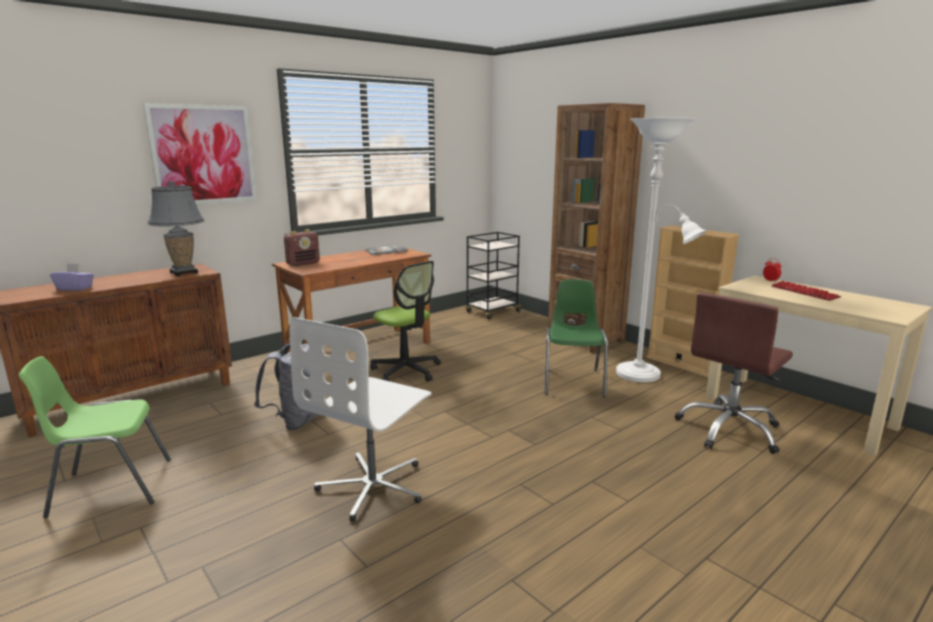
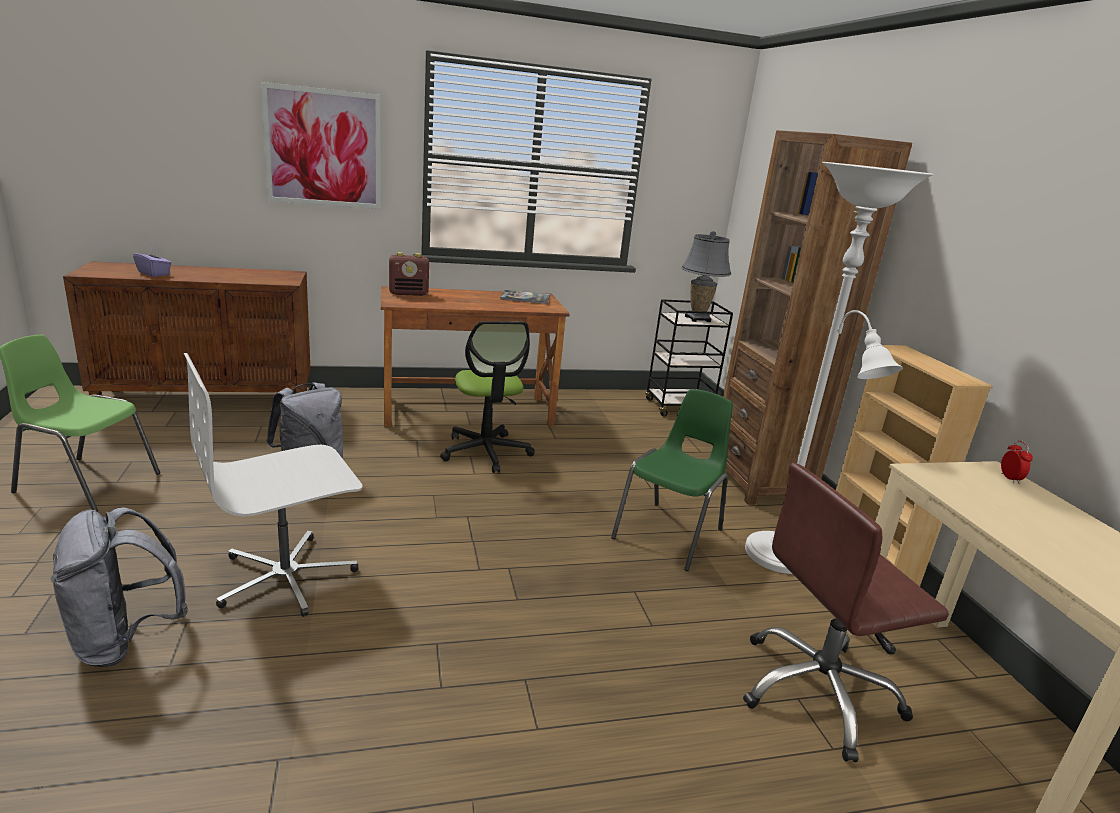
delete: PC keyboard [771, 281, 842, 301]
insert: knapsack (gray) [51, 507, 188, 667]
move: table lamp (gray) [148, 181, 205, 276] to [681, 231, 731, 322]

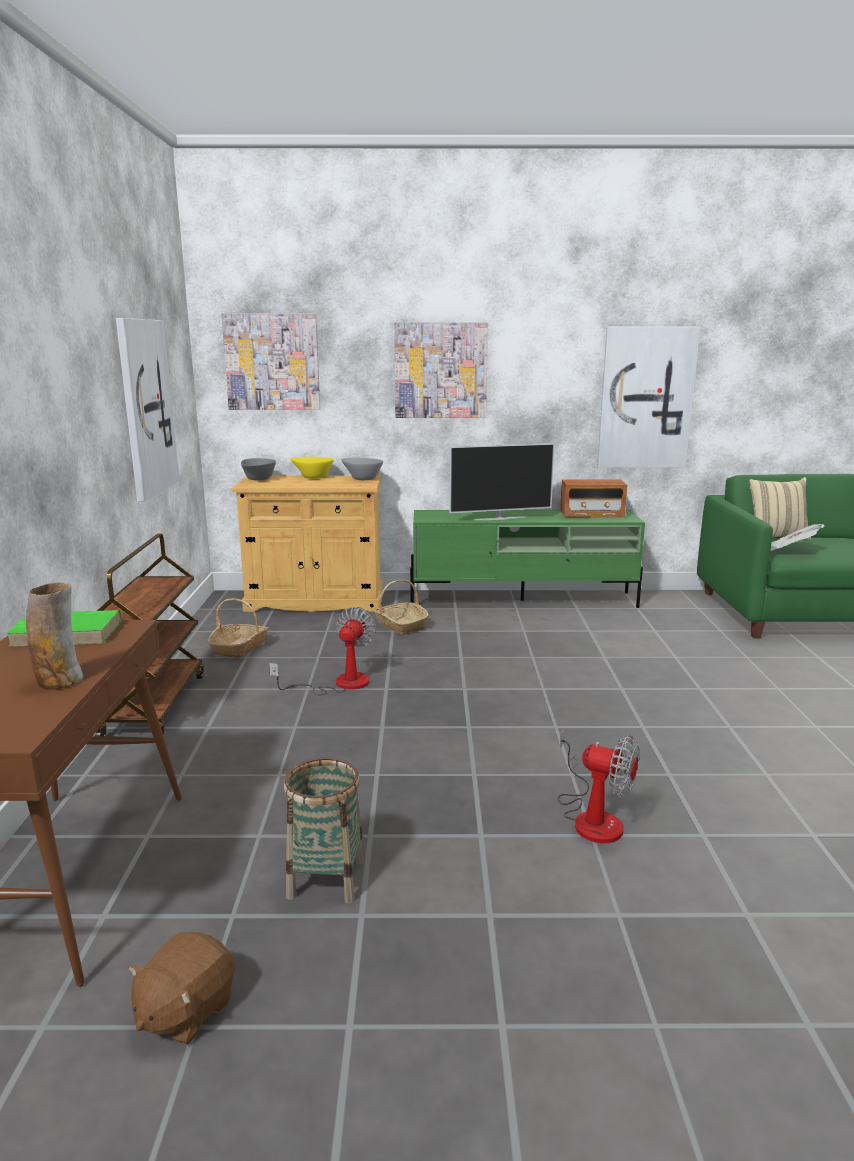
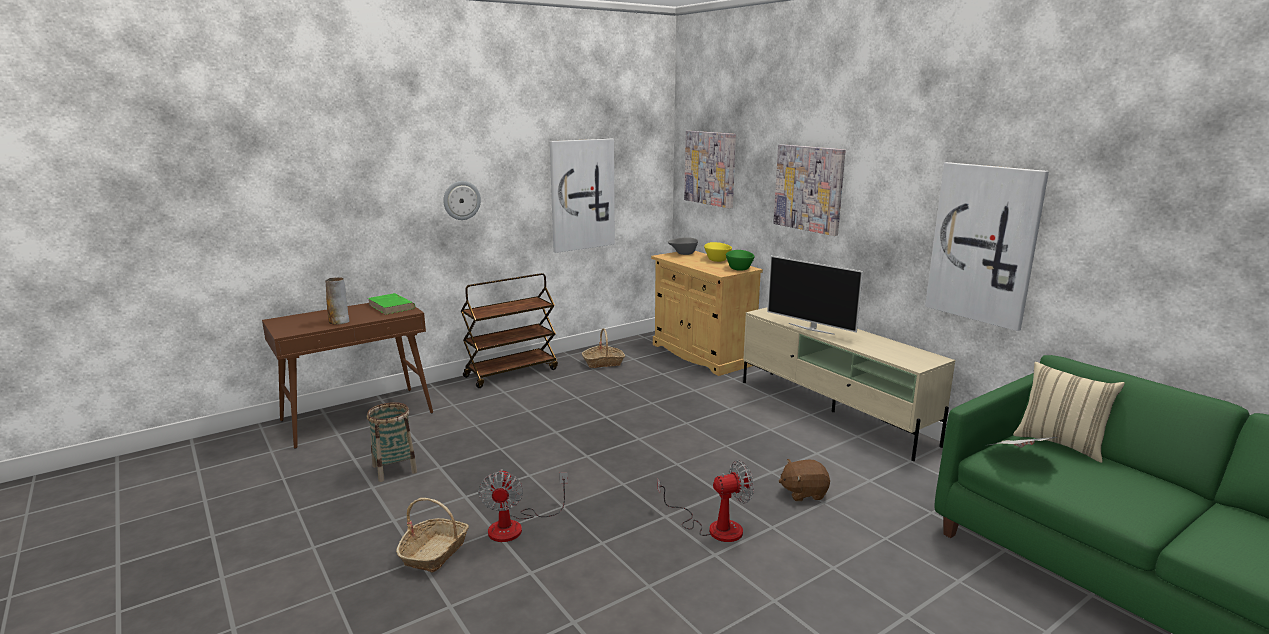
delete: radio set [560, 479, 627, 518]
insert: hanging clock [443, 181, 481, 220]
move: plush toy (brown-coloured) [128, 932, 235, 1044] to [779, 459, 830, 501]; cooling fan [269, 607, 376, 695] to [657, 460, 754, 542]; household basket [374, 580, 429, 635] to [396, 498, 469, 572]
recolor: bowl (gray) [341, 458, 383, 480] to bowl (green-coloured) [726, 250, 755, 271]; media console (green-coloured) [410, 510, 645, 608] to media console (sand-coloured) [743, 307, 955, 461]

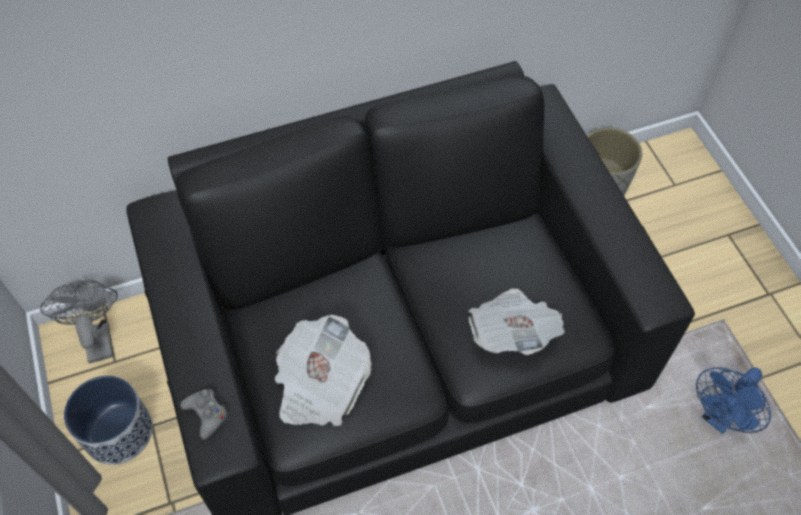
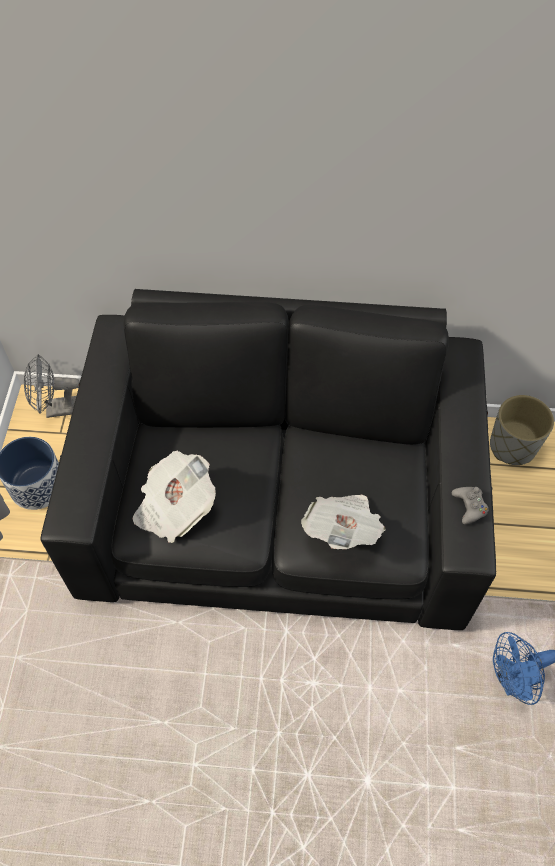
move: joypad (gray) [180, 389, 229, 440] to [452, 487, 488, 524]
rotate: cooling fan (gray) [40, 280, 118, 363] = [24, 354, 80, 418] 105 degrees counterclockwise

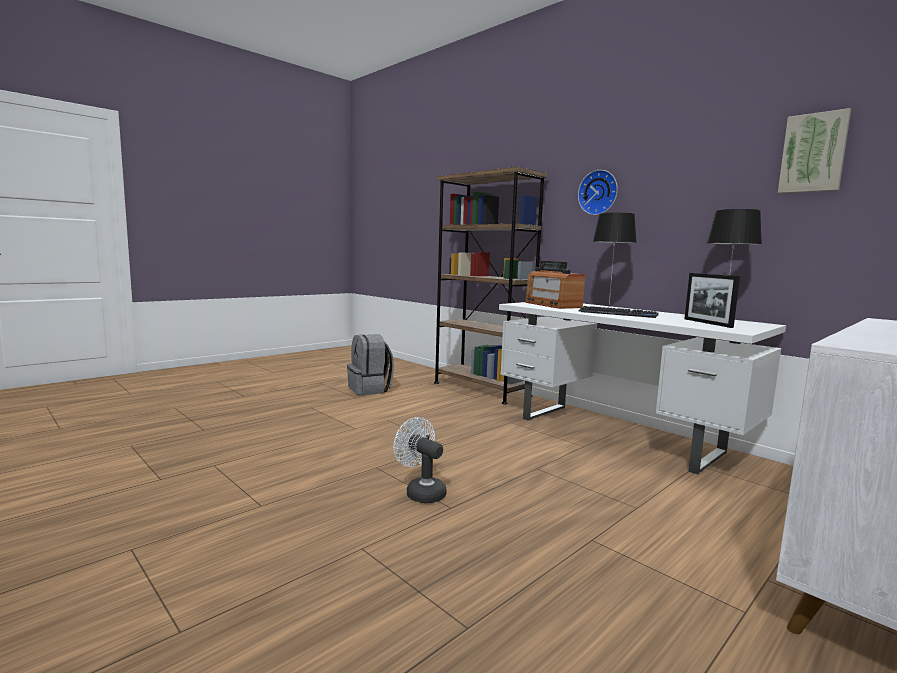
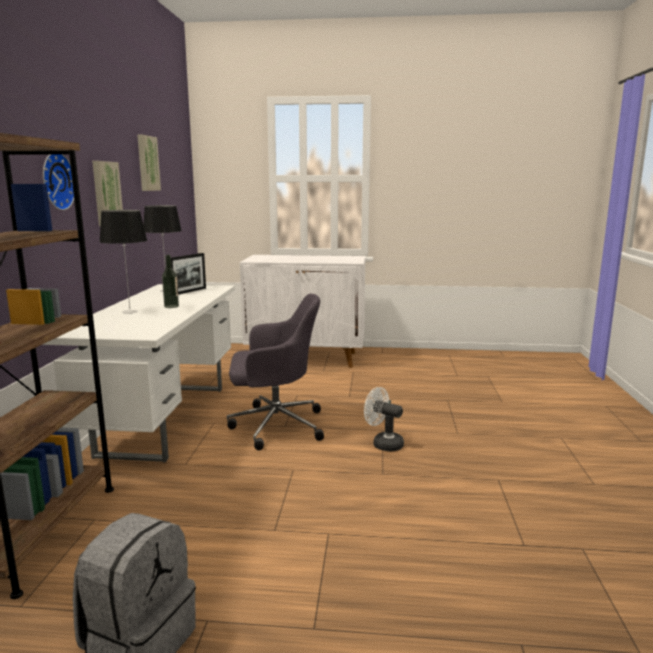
delete: radio set [525, 261, 585, 309]
insert: wall art [92, 161, 123, 226]; office chair (gray) [227, 294, 324, 450]
replace: PC keyboard [579, 306, 658, 318] to drink bottle [162, 255, 179, 308]
rotate: cooling fan (whitish) [393, 417, 446, 503] = [364, 387, 404, 452] 120 degrees clockwise

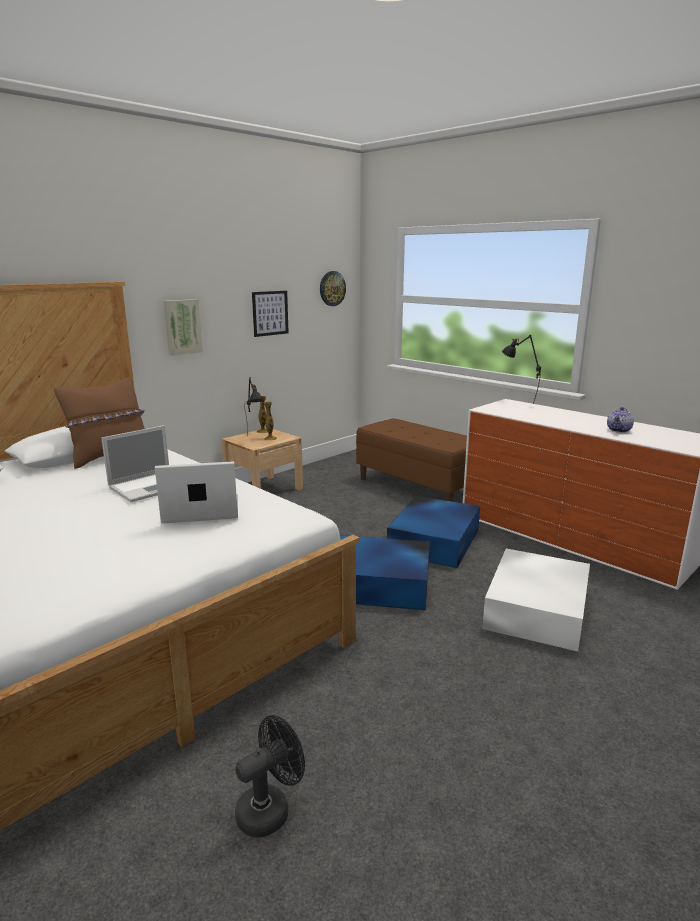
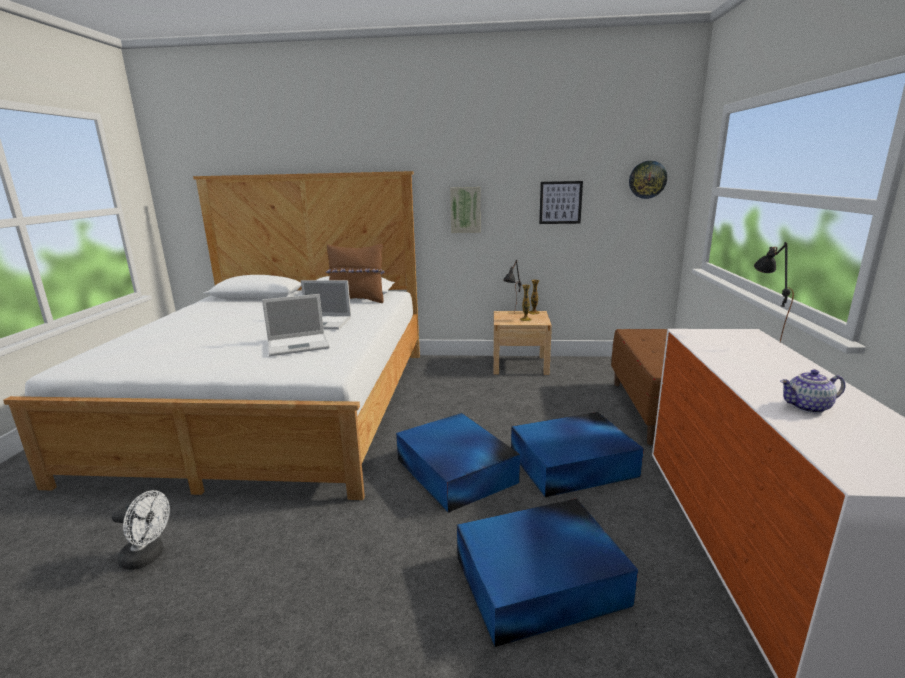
recolor: cooling fan (black) [235, 715, 305, 837] to cooling fan (whitish) [112, 490, 170, 570]; storage box (whitish) [482, 548, 590, 652] to storage box (blue-coloured) [457, 498, 638, 647]
rotate: portable computer [155, 461, 238, 524] = [262, 294, 329, 356] 120 degrees clockwise

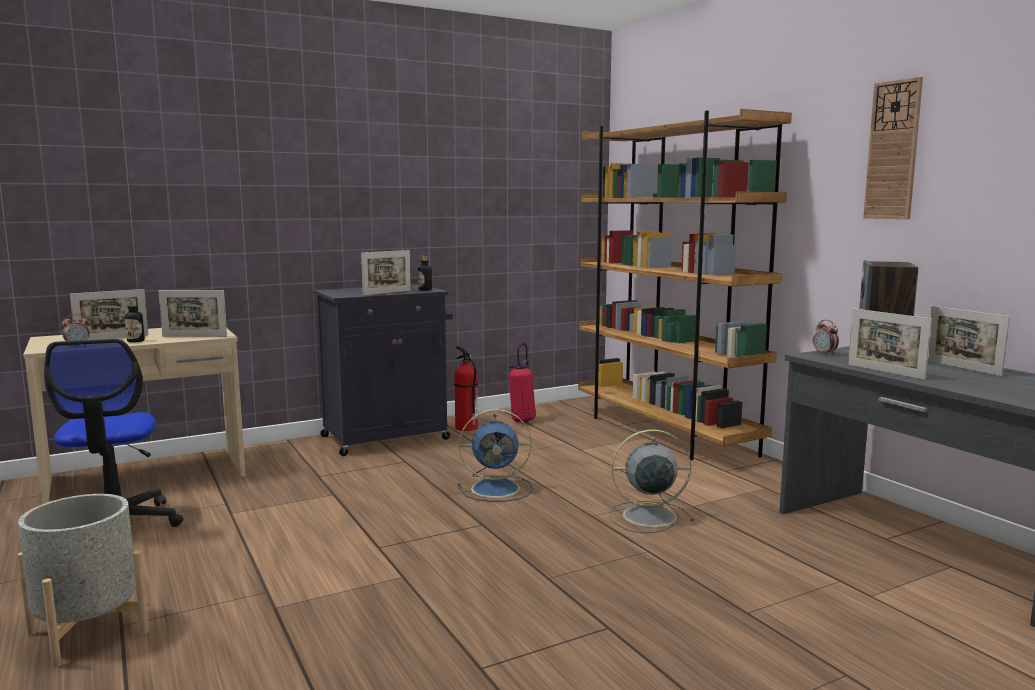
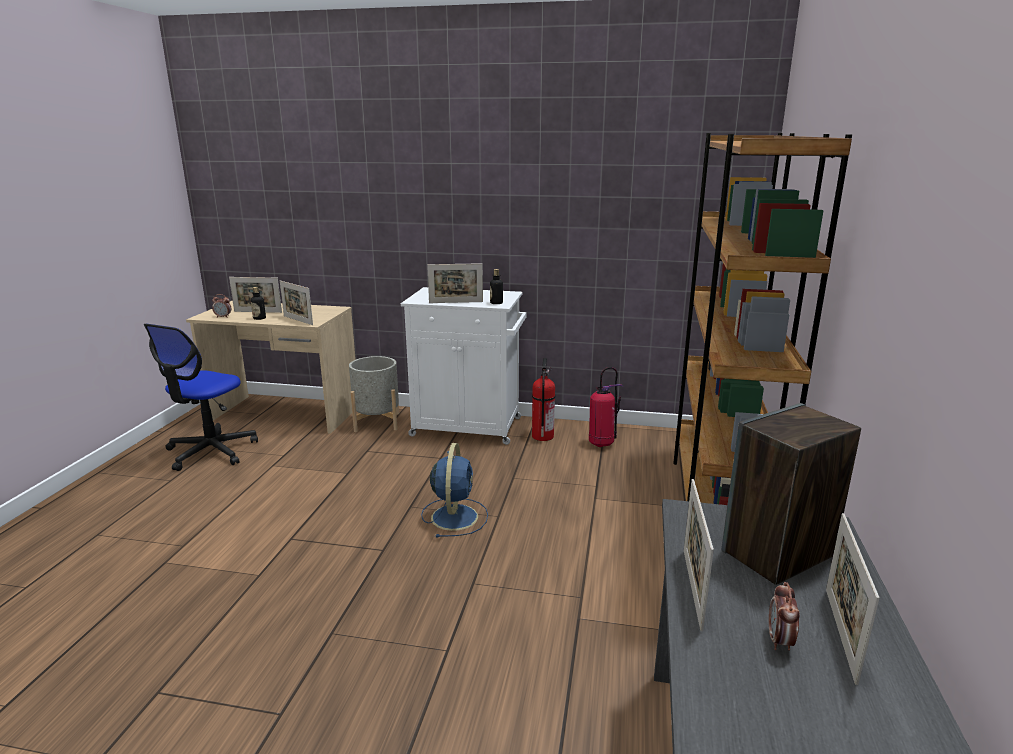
delete: cooling fan (gray) [609, 430, 694, 533]; hanging clock [863, 77, 923, 219]
move: planter (gray) [17, 494, 149, 668] to [349, 356, 399, 432]; bedside clock [813, 319, 839, 355] to [769, 582, 800, 651]
recolor: storage cabinet (black) [313, 284, 453, 456] to storage cabinet (whitish) [401, 287, 526, 445]
rotate: cooling fan (blue-coloured) [457, 409, 532, 502] = [421, 443, 488, 537] 120 degrees counterclockwise

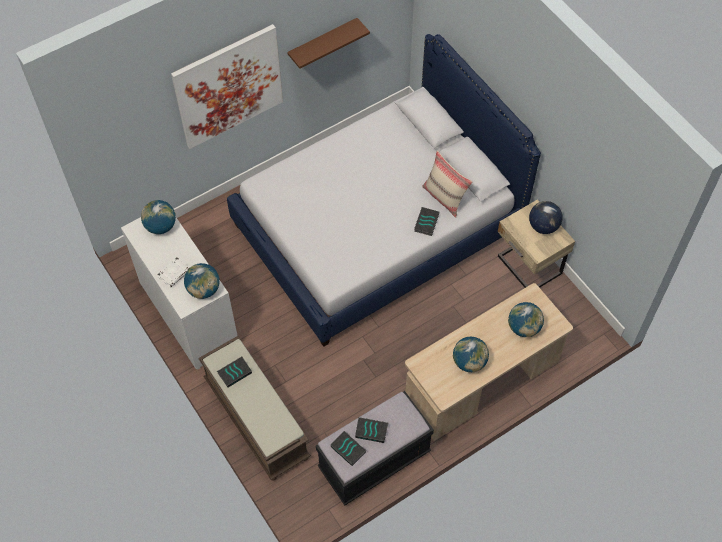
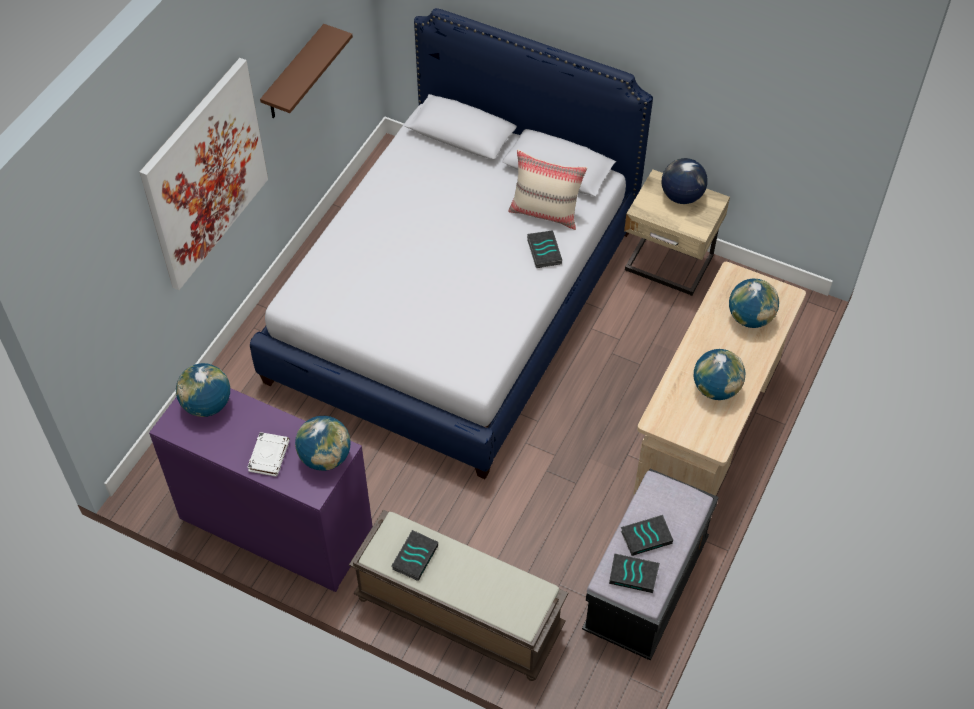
recolor: drawer chest (whitish) [121, 217, 238, 370] to drawer chest (purplish) [149, 388, 373, 592]

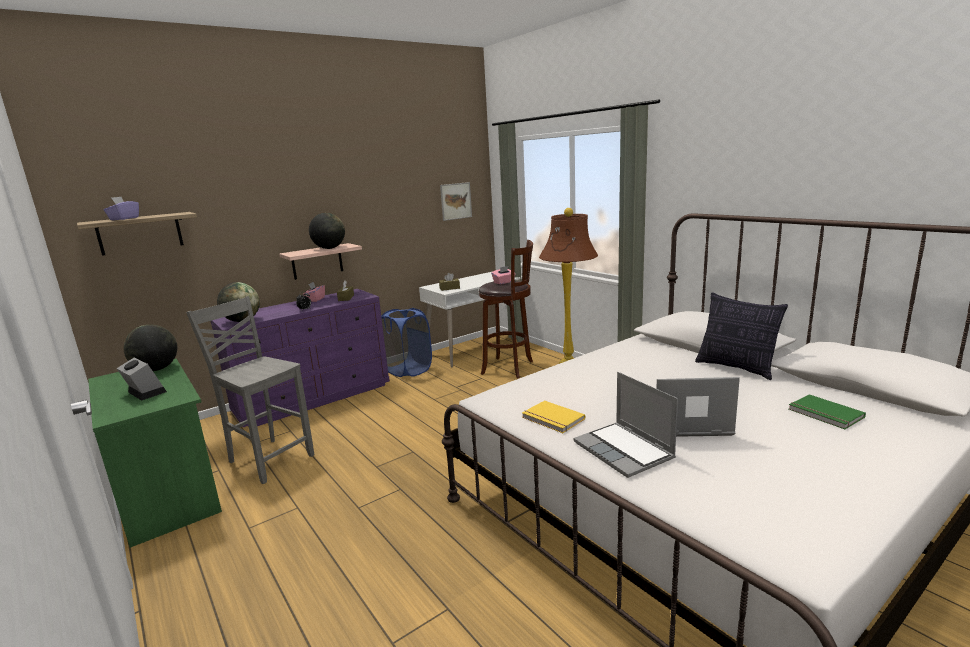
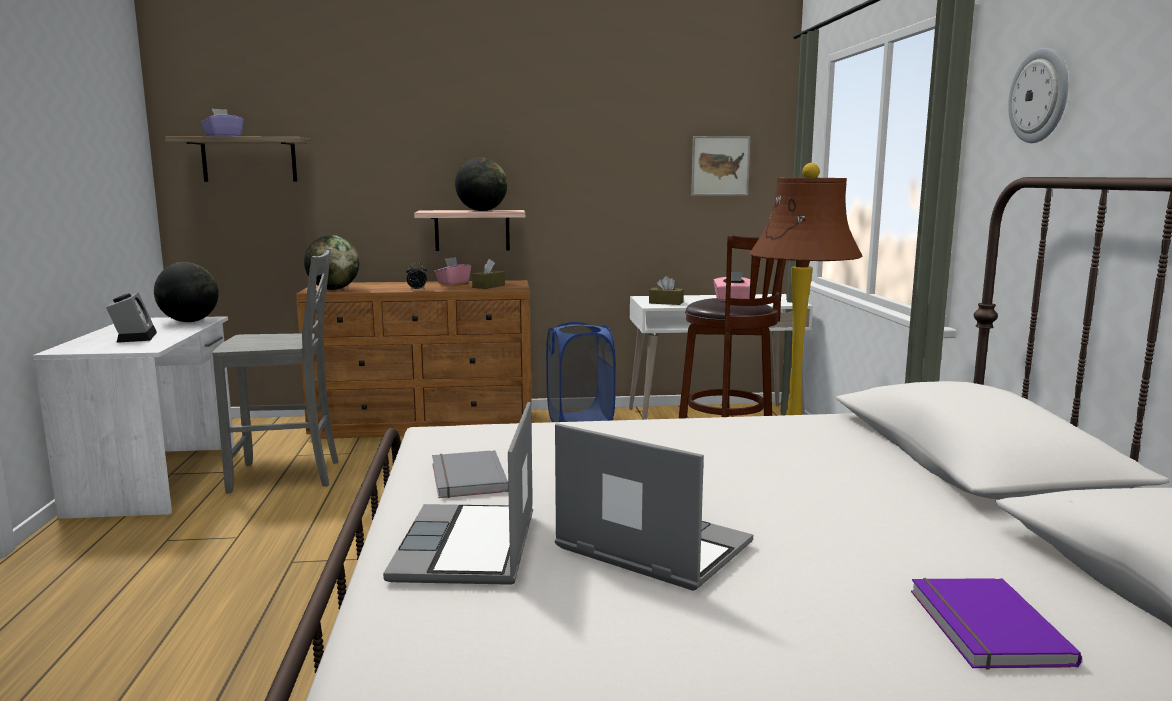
delete: pillow [695, 292, 788, 380]
insert: hanging clock [1008, 48, 1068, 143]
recolor: desk table (green-coloured) [88, 359, 222, 548] to desk table (whitish) [33, 316, 234, 519]; drawer chest (purplish) [211, 289, 390, 427] to drawer chest (brown-coloured) [296, 280, 532, 439]; bound book (yellowish) [522, 400, 585, 433] to bound book (gray) [432, 450, 508, 498]; bound book (green-coloured) [789, 394, 866, 429] to bound book (purplish) [911, 578, 1082, 669]
rotate: plain chair (gray) [186, 296, 314, 484] = [212, 248, 338, 493] 105 degrees clockwise

